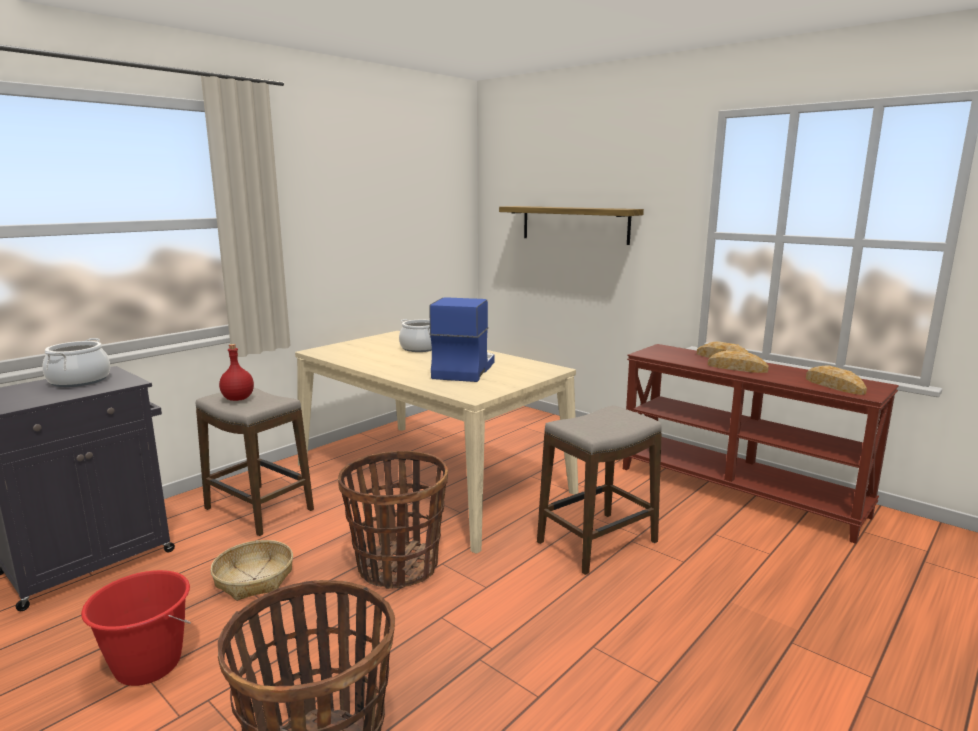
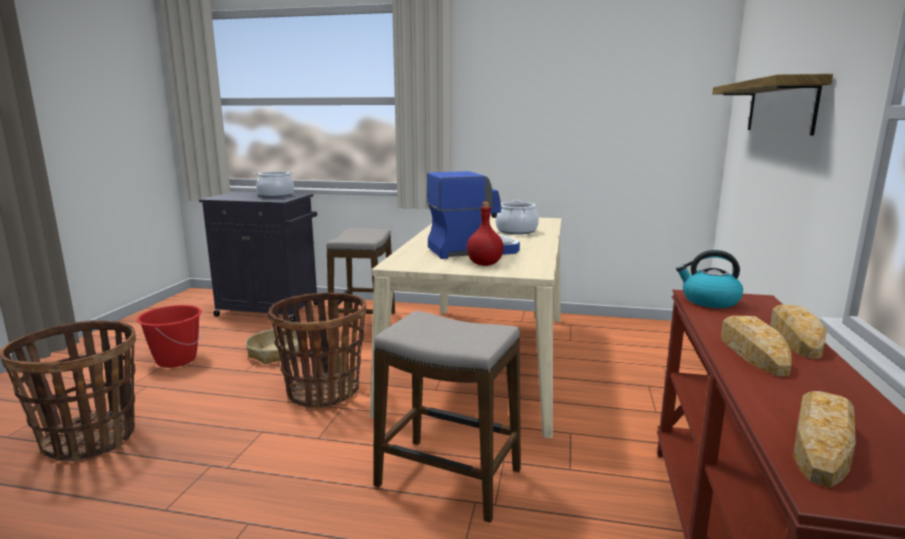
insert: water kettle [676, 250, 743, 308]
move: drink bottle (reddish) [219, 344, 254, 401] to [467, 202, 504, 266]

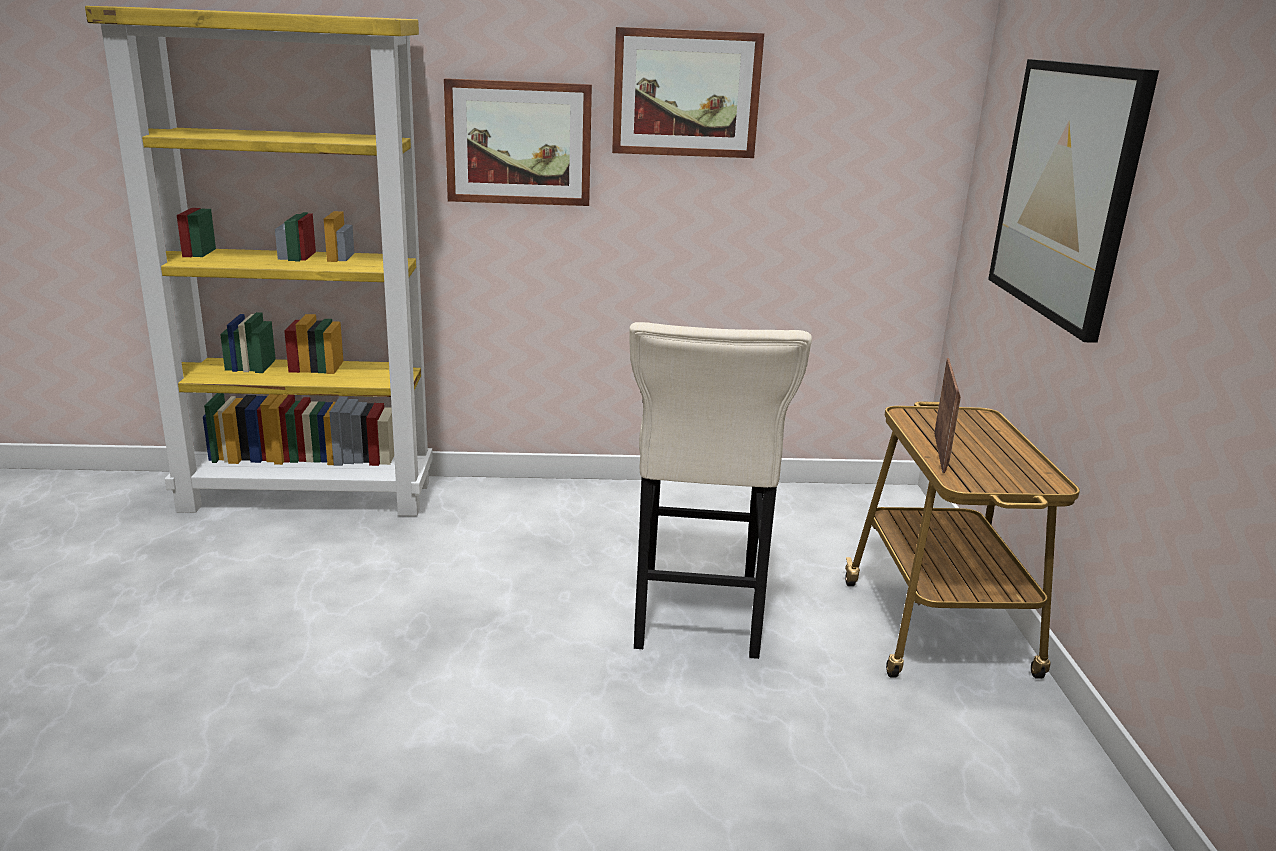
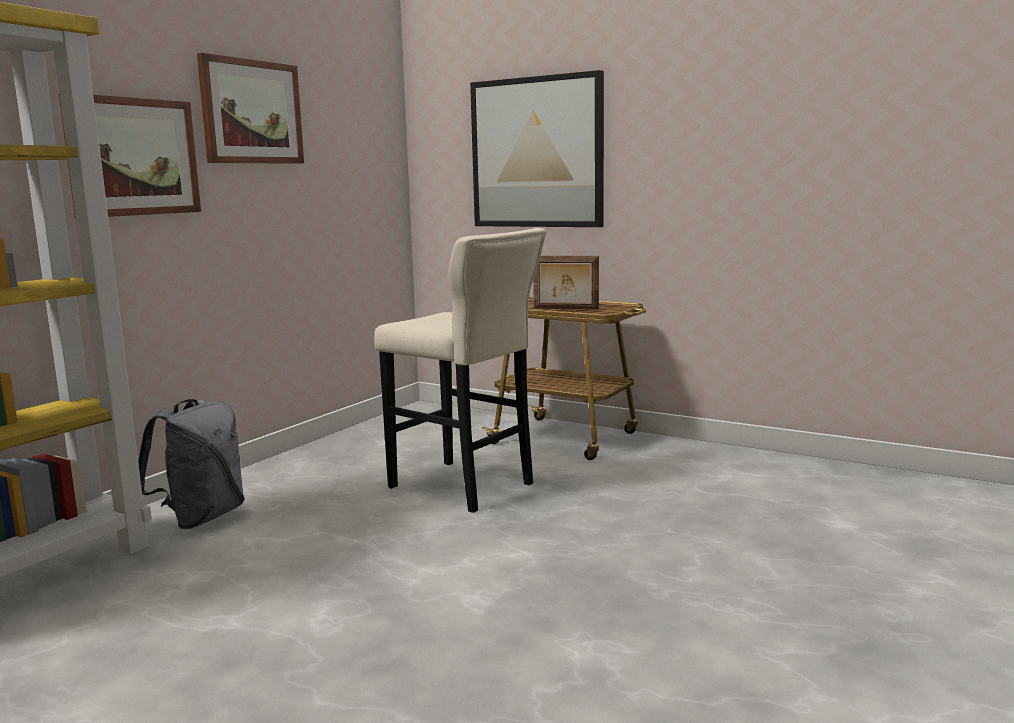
insert: knapsack (gray) [138, 399, 245, 529]
rotate: photo frame [934, 358, 961, 473] = [533, 256, 599, 310] 150 degrees clockwise

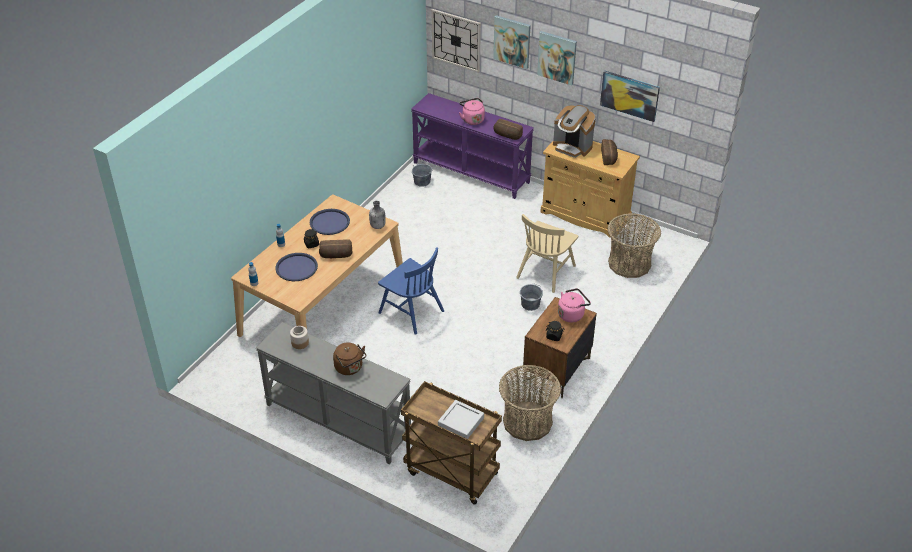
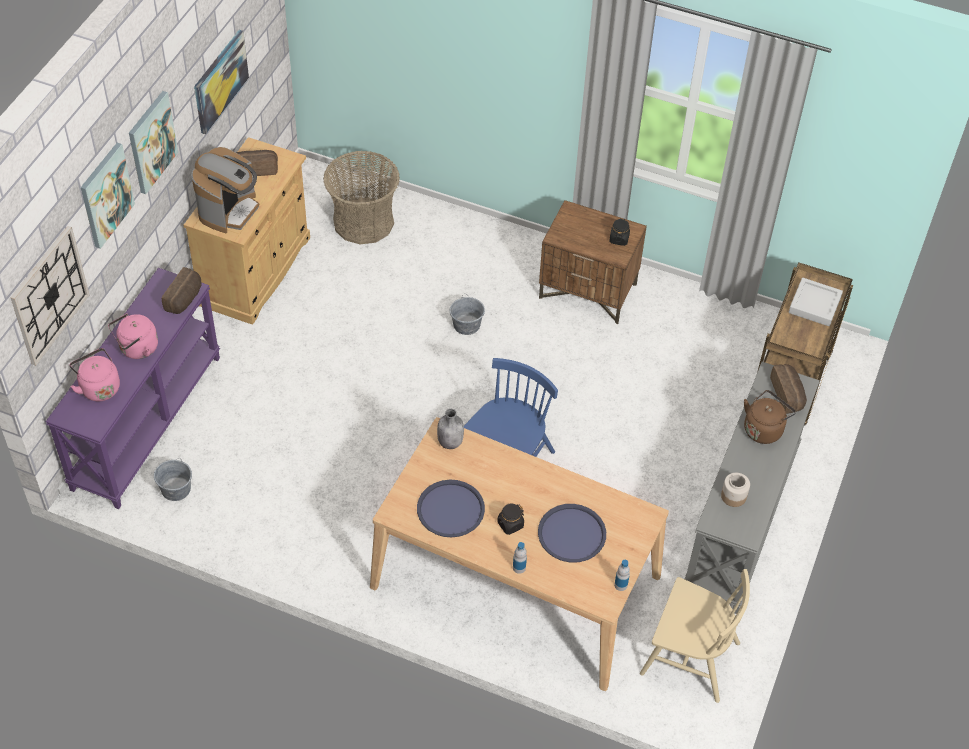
delete: household basket [499, 365, 561, 441]
move: bakery bread [319, 239, 353, 258] to [770, 364, 807, 414]; plain chair (sand-coloured) [516, 214, 578, 293] to [640, 569, 750, 703]; water kettle (pink) [558, 288, 591, 322] to [69, 348, 120, 401]

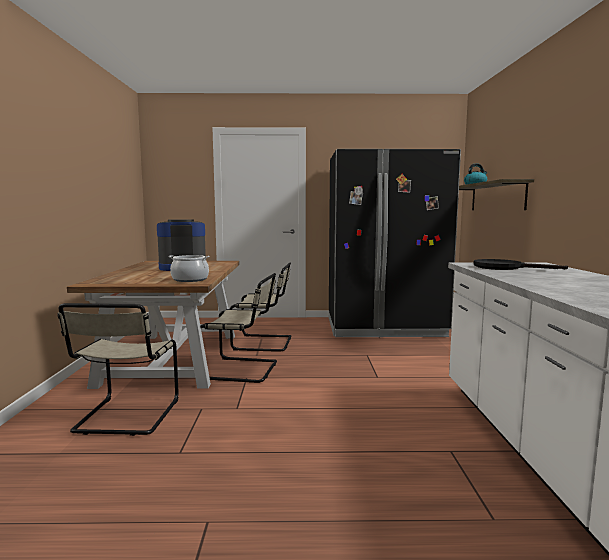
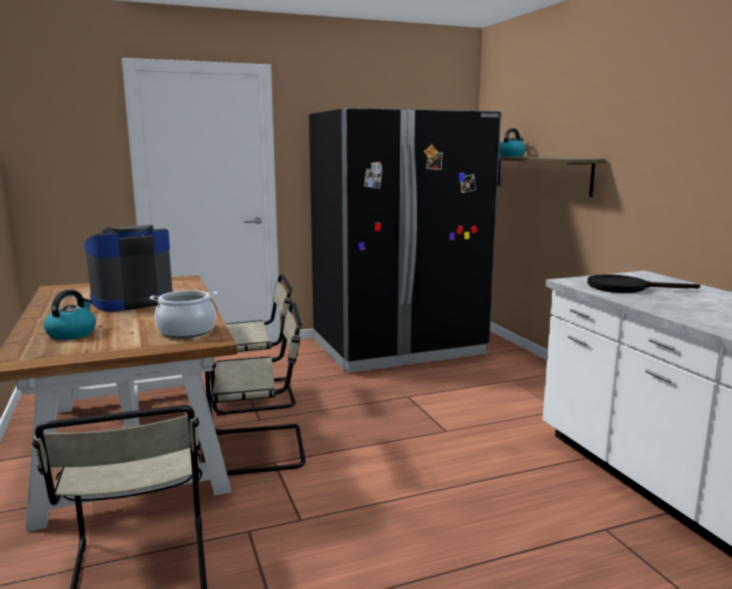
insert: water kettle [44, 290, 96, 340]

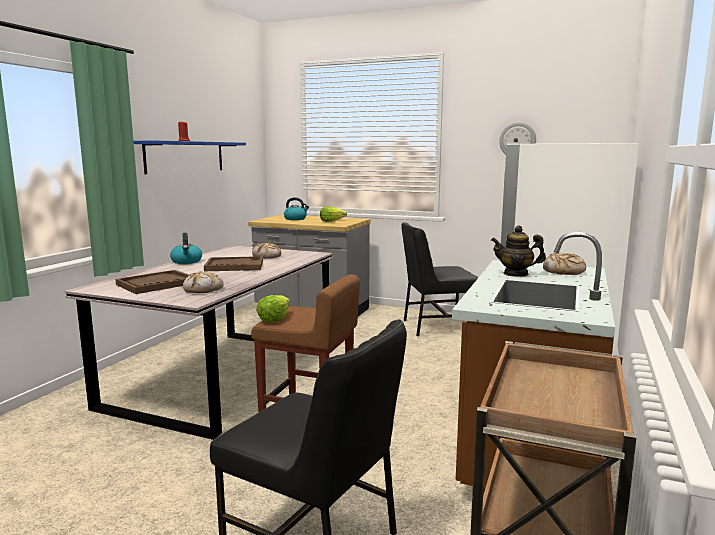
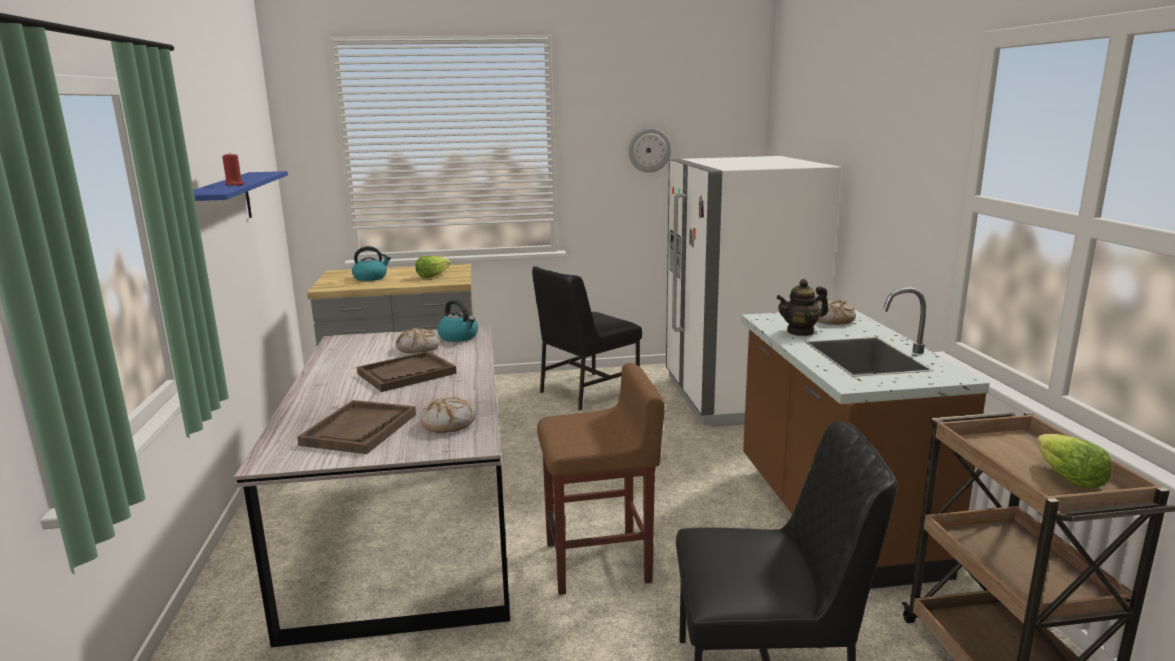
move: water kettle [170, 233, 202, 264] to [437, 299, 478, 342]; head of lettuce [256, 295, 290, 323] to [1036, 434, 1112, 489]

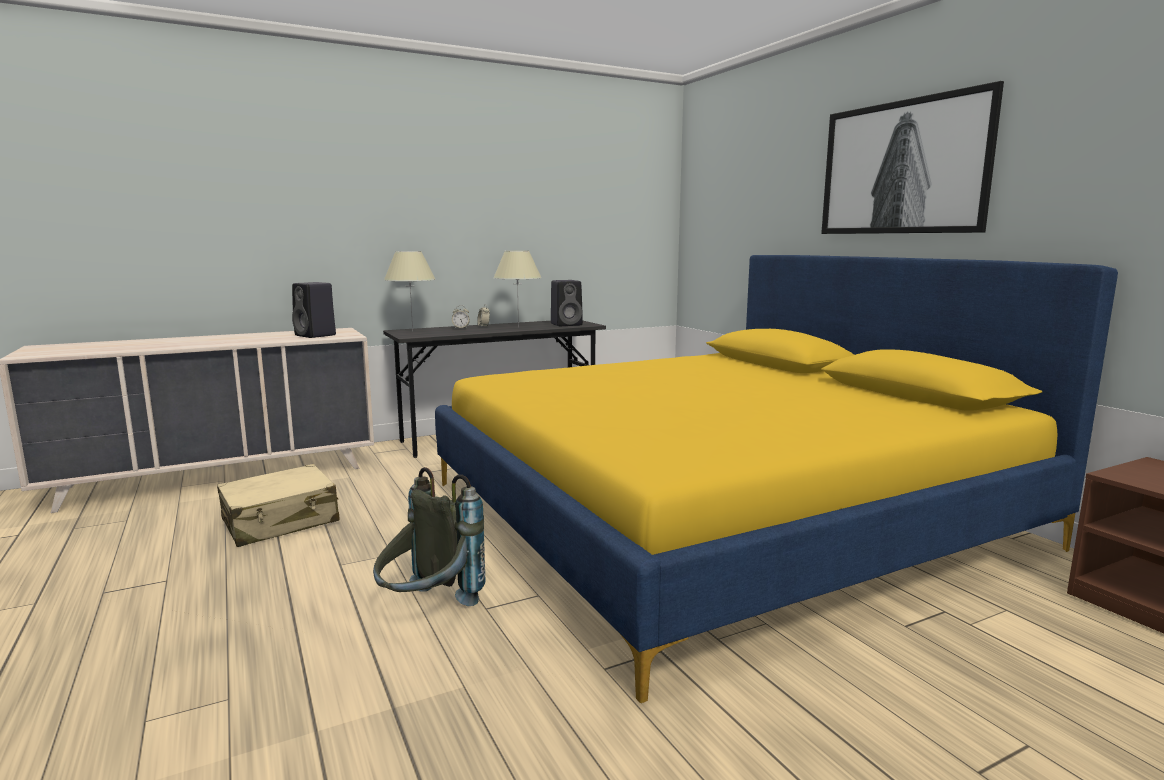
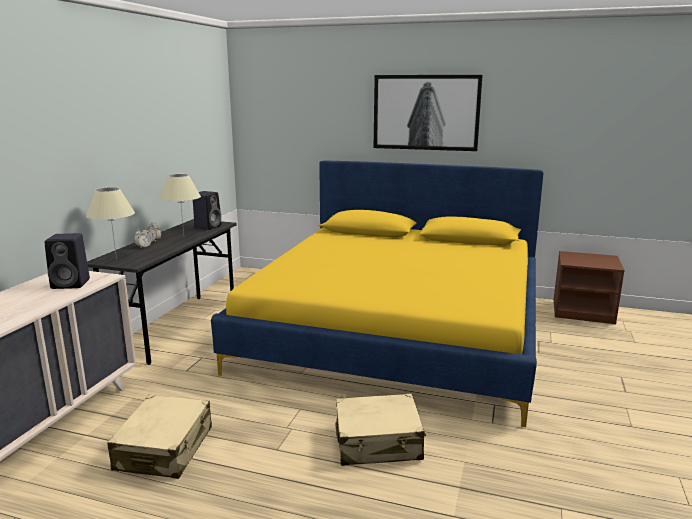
replace: knapsack (gray) [373, 467, 485, 606] to piece of luggage (sand-coloured) [336, 394, 426, 466]

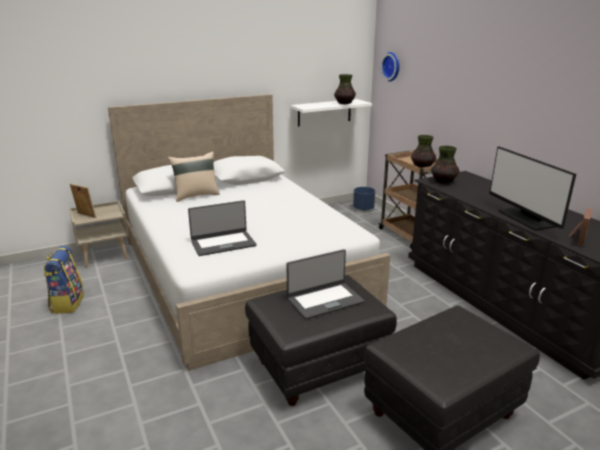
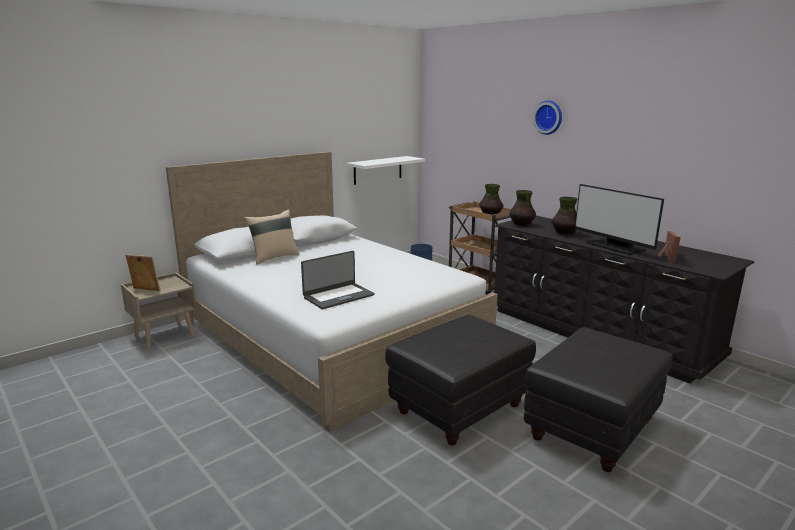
delete: knapsack [43, 246, 84, 314]; portable computer [287, 249, 365, 319]
move: vase [334, 74, 356, 104] to [552, 197, 577, 235]; hanging clock [381, 52, 400, 81] to [533, 100, 562, 135]

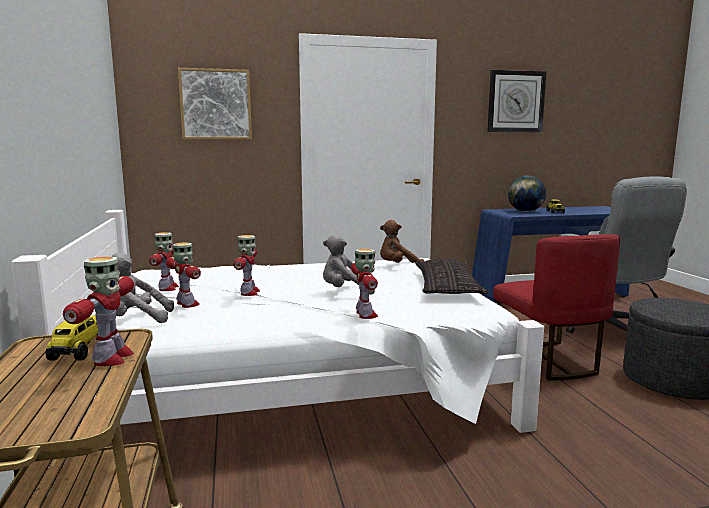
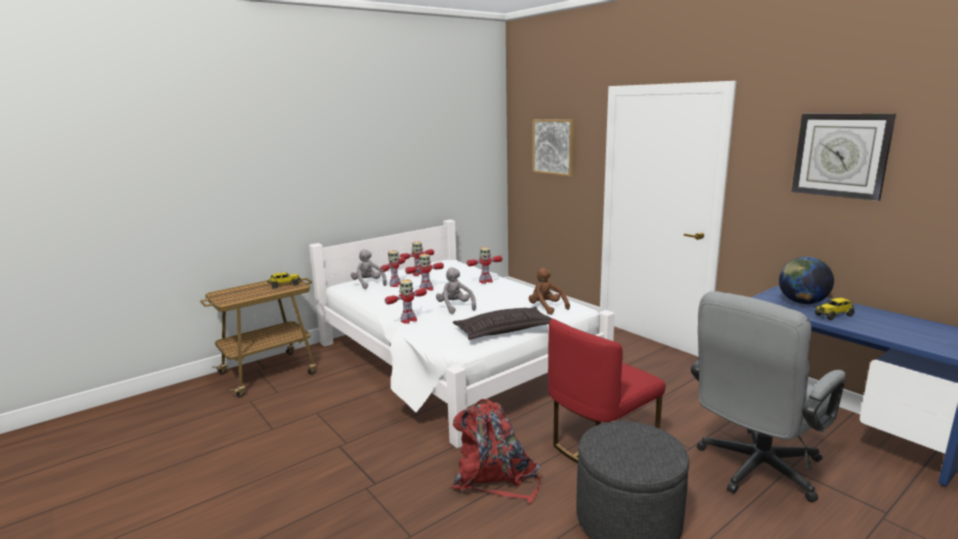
insert: knapsack (reddish) [451, 399, 540, 503]
move: toy robot [63, 256, 134, 366] to [467, 247, 503, 284]

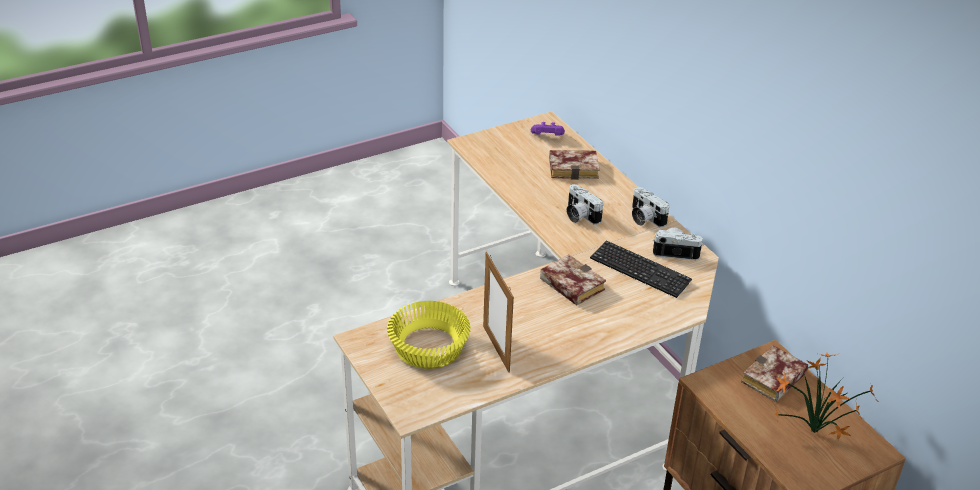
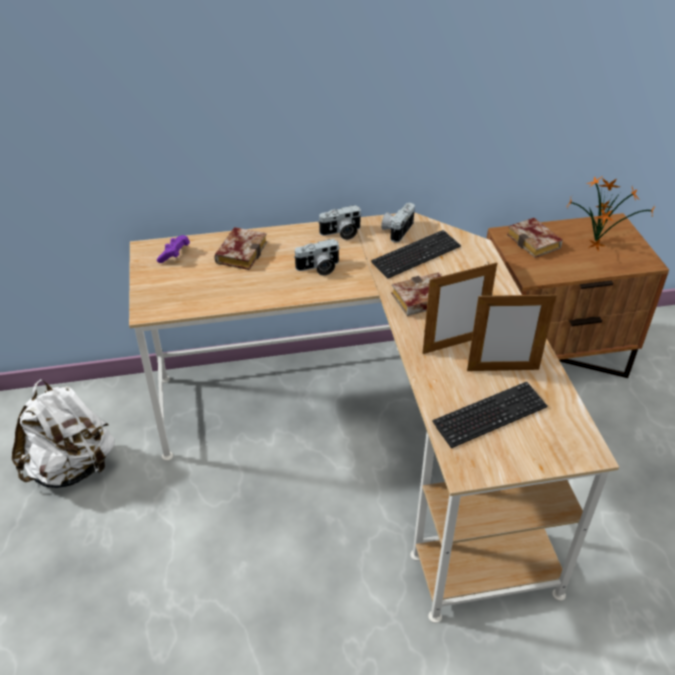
insert: knapsack (whitish) [12, 379, 115, 488]; photo frame [422, 262, 497, 354]
replace: bowl (yellowish) [387, 301, 471, 369] to PC keyboard [432, 382, 547, 448]

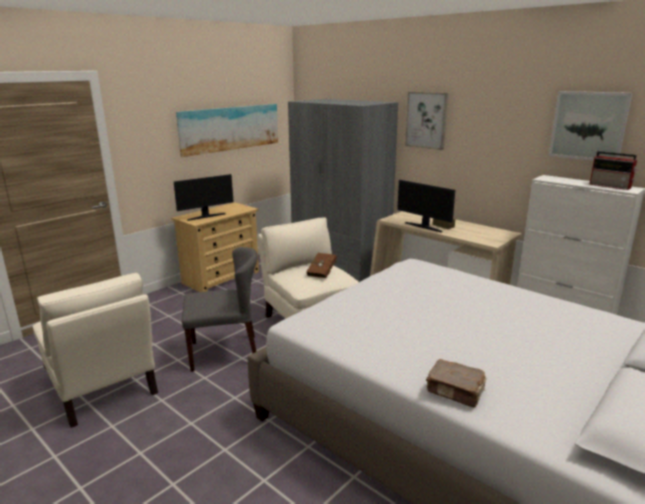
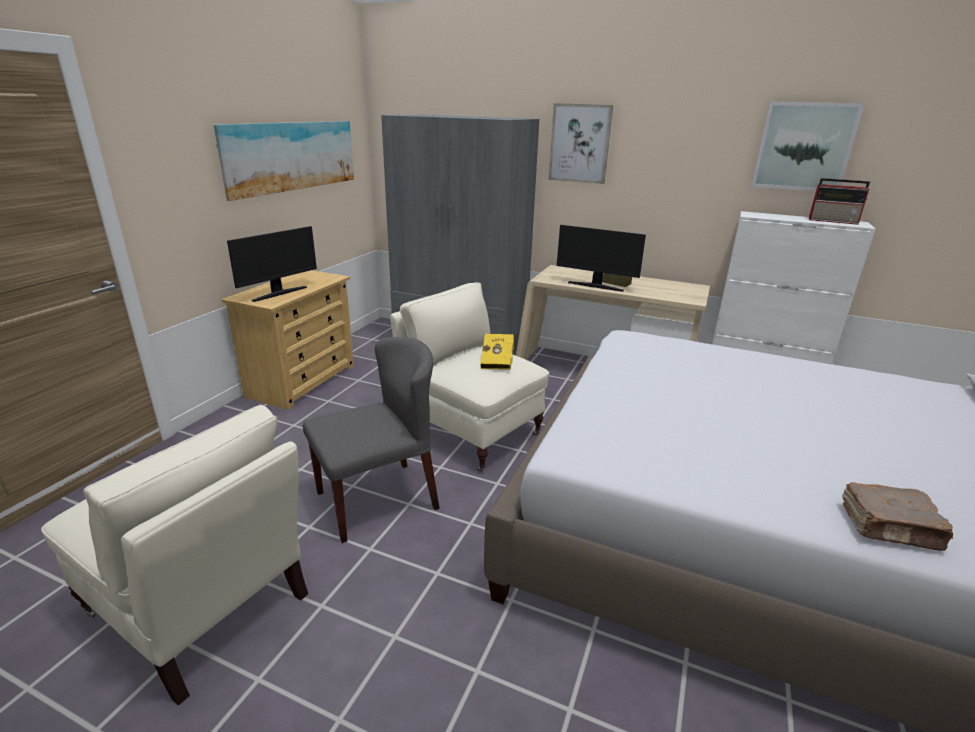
recolor: bound book (brown-coloured) [306, 253, 337, 278] to bound book (yellowish) [480, 334, 514, 370]

